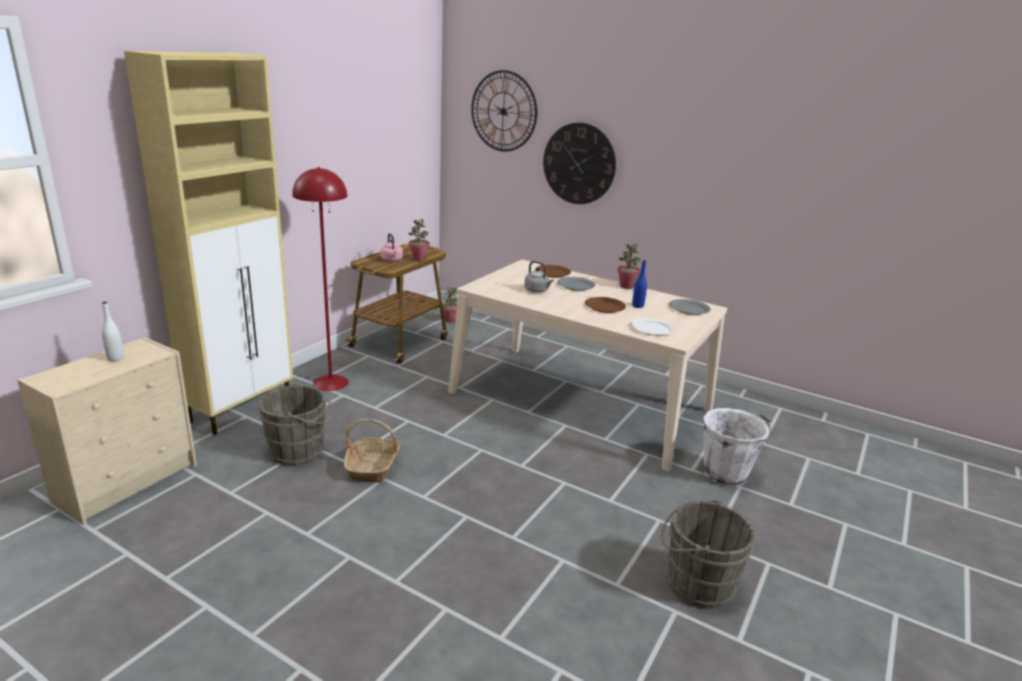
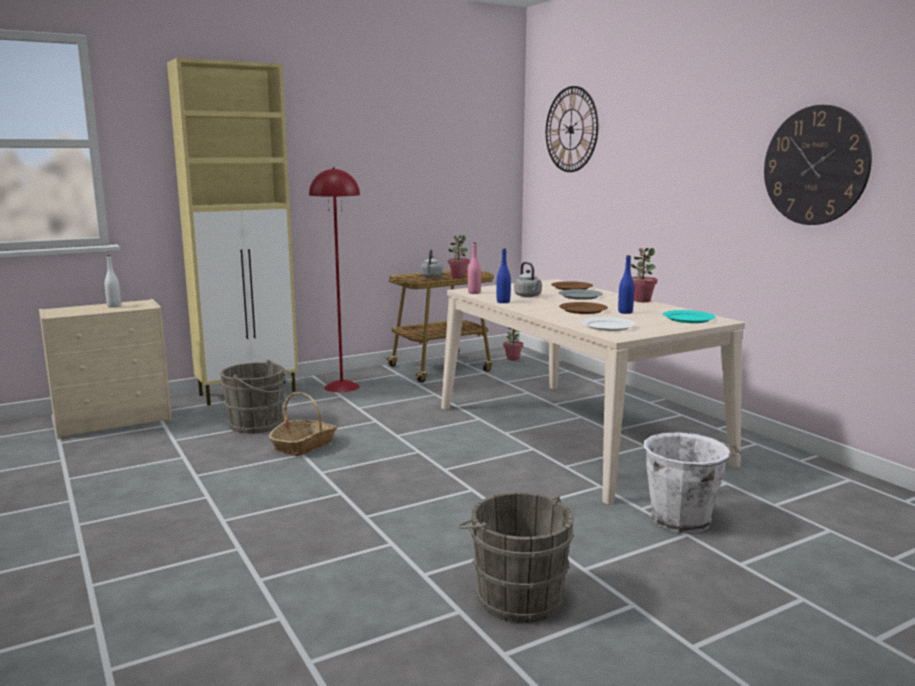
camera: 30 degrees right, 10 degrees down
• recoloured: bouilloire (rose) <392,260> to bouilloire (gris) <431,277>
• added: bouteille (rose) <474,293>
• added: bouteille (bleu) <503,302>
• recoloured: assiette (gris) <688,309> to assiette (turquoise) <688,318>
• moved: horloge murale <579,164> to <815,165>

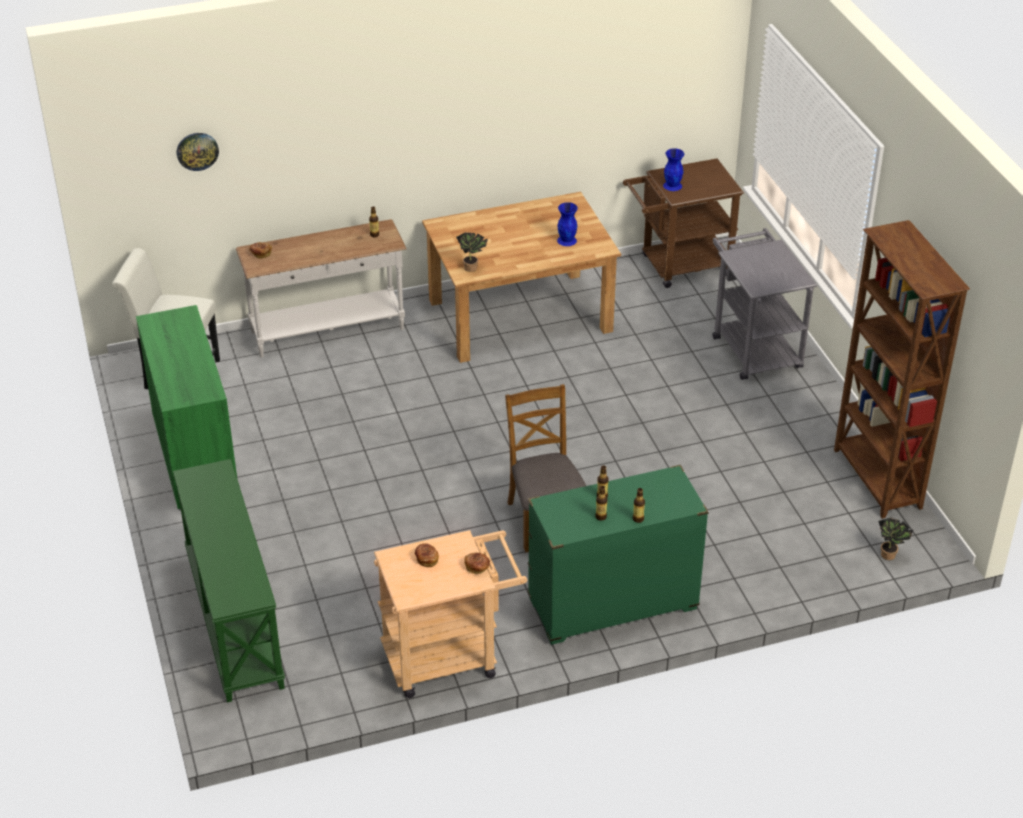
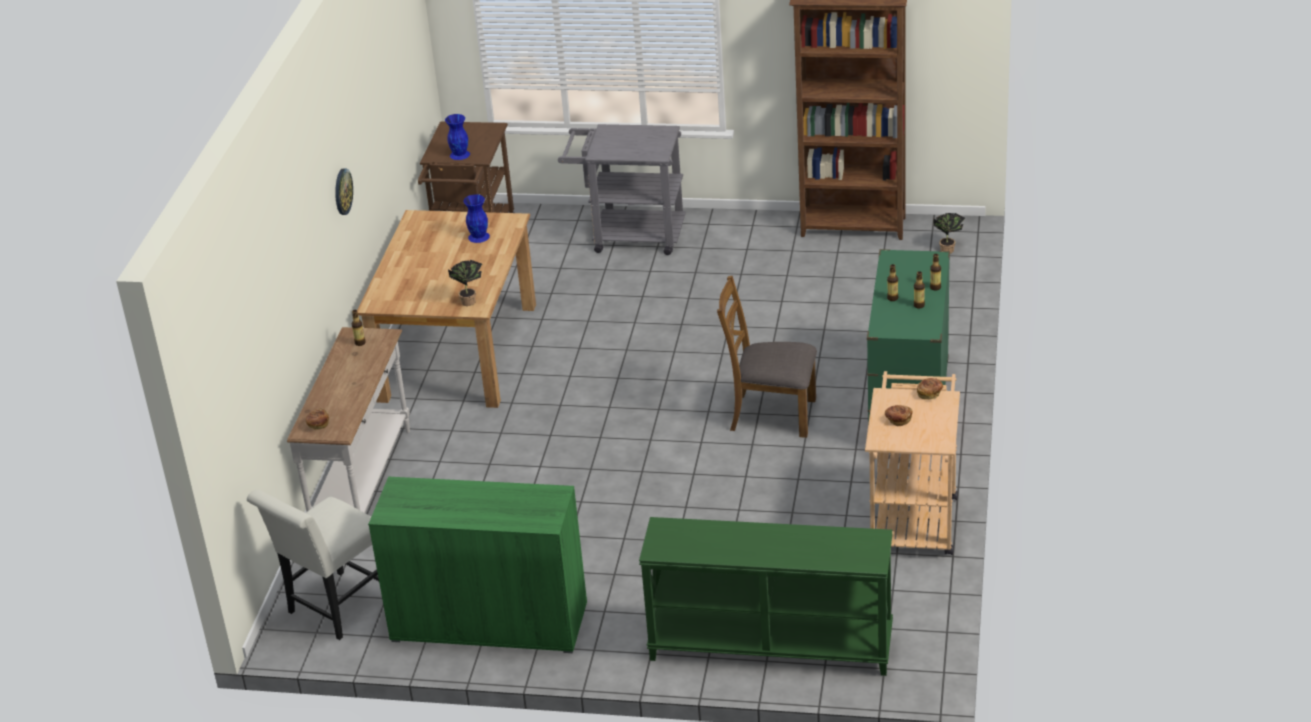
camera: 60 degrees left, 5 degrees down
• moved: horloge murale <197,151> to <342,191>

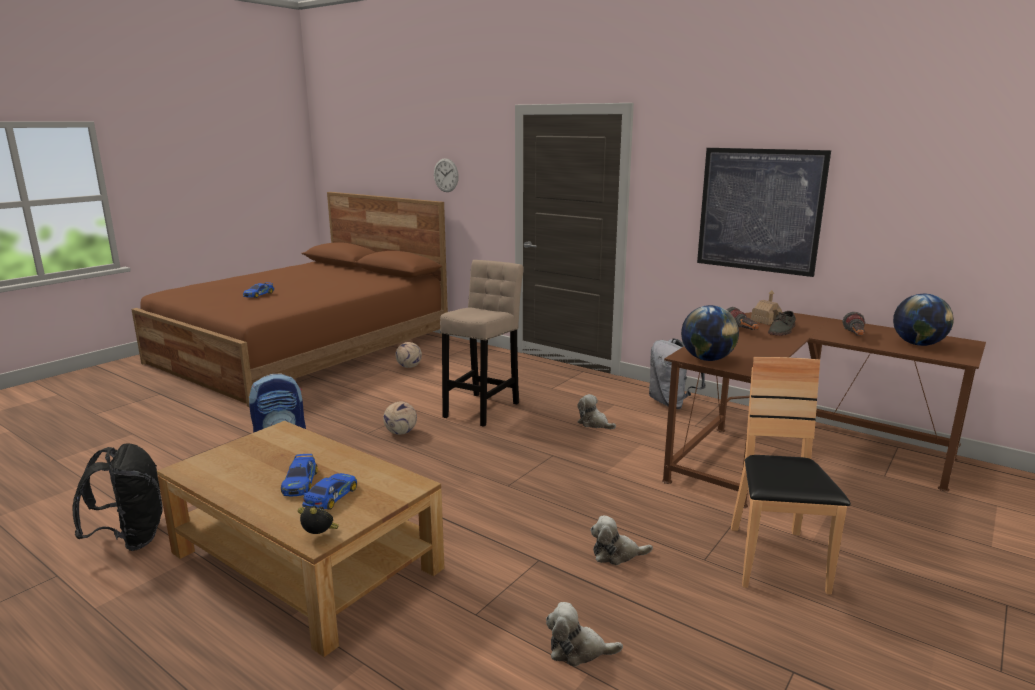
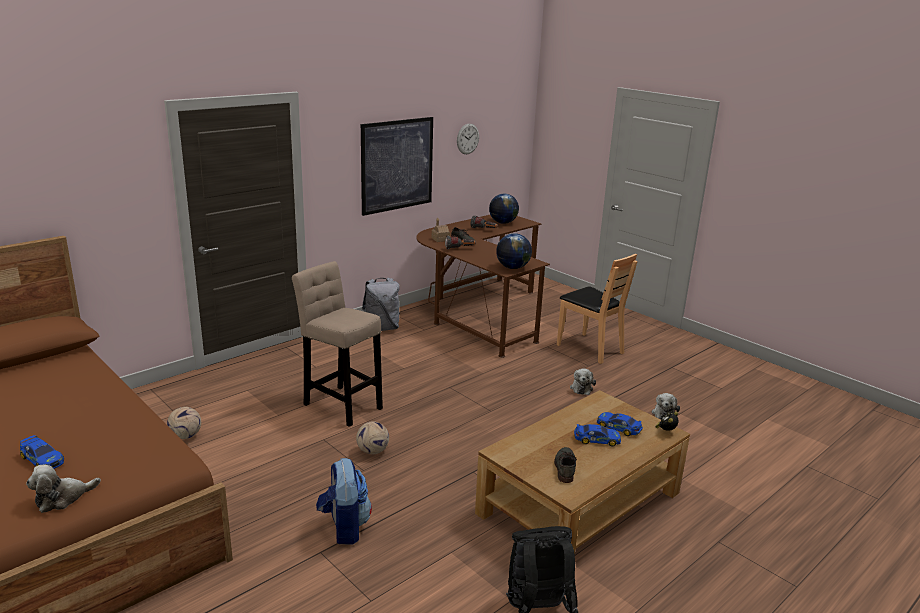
camera: 80 degrees left, 5 degrees up
• moved: peluche <594,423> to <62,498>
• moved: horloge murale <446,175> to <467,139>
• added: chaussure (gris) <564,467>
• turned: chaise (marron) <775,560> = <590,348> 150 degrees counterclockwise

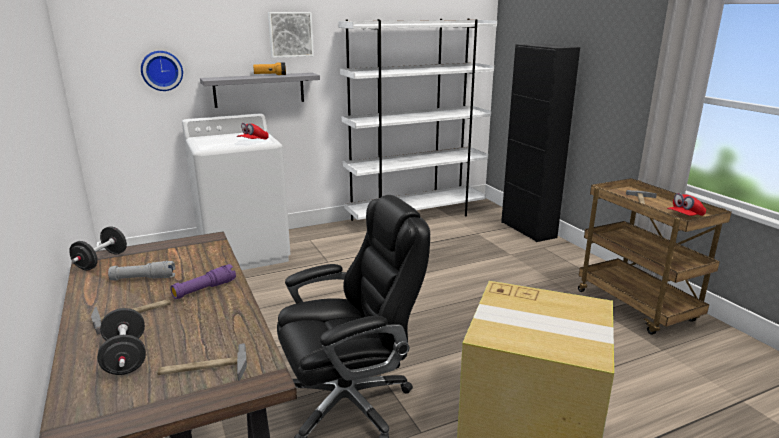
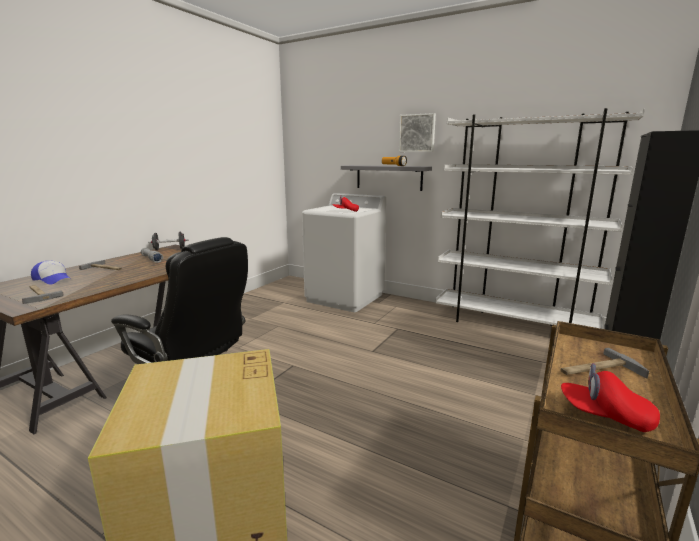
camera: 55 degrees right, 5 degrees down
• replaced: haltère (noir) <126,357> to casquette <53,279>
• removed: horloge murale <161,70>
• removed: lampe de poche (violet) <204,289>

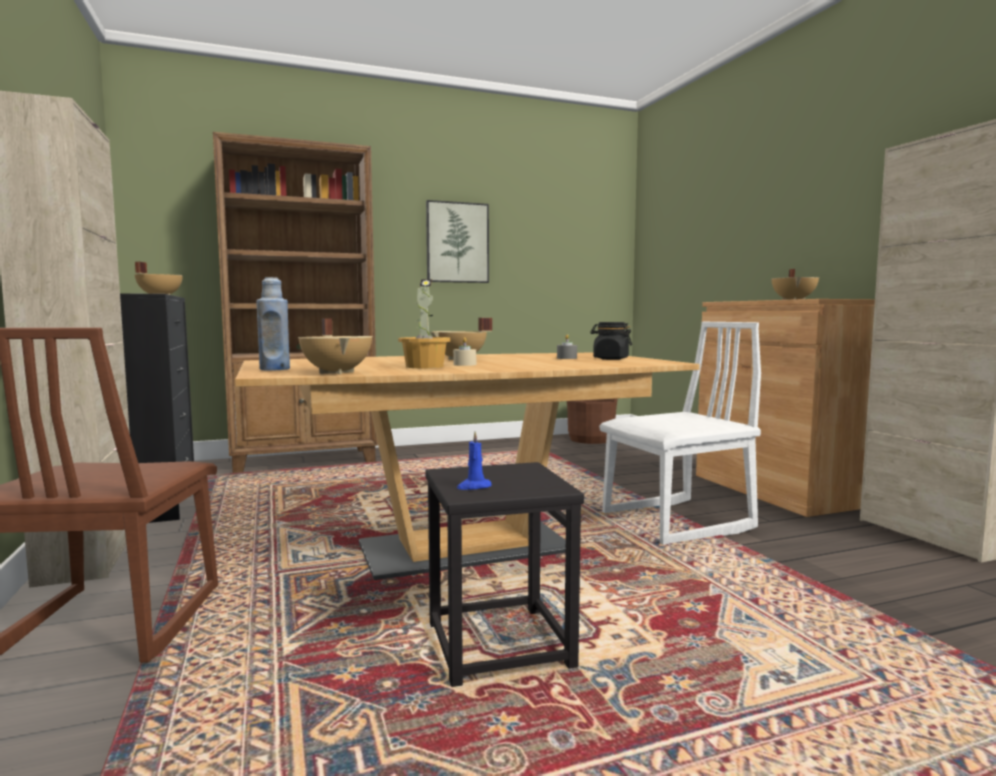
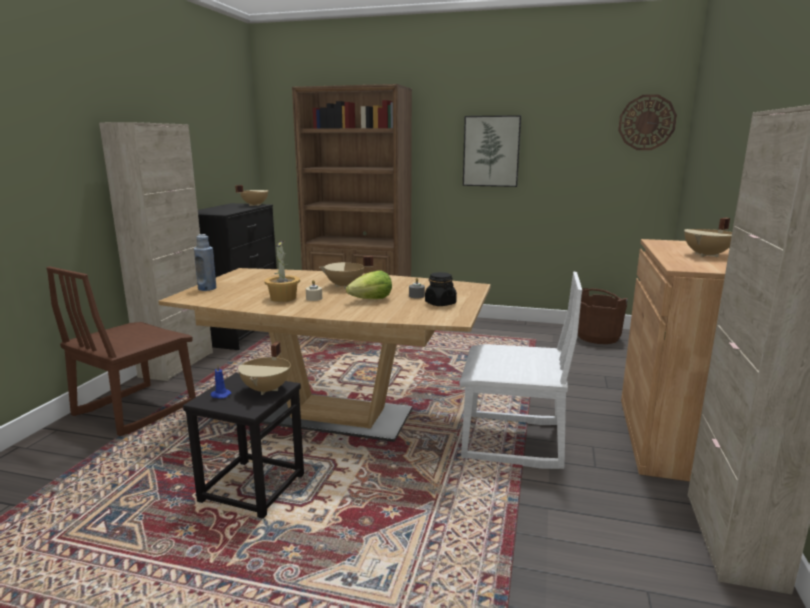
camera: 35 degrees right, 10 degrees up
• moved: marmite (beige) <338,372> to <267,389>
• added: laitue <372,300>
• added: horloge murale <646,122>

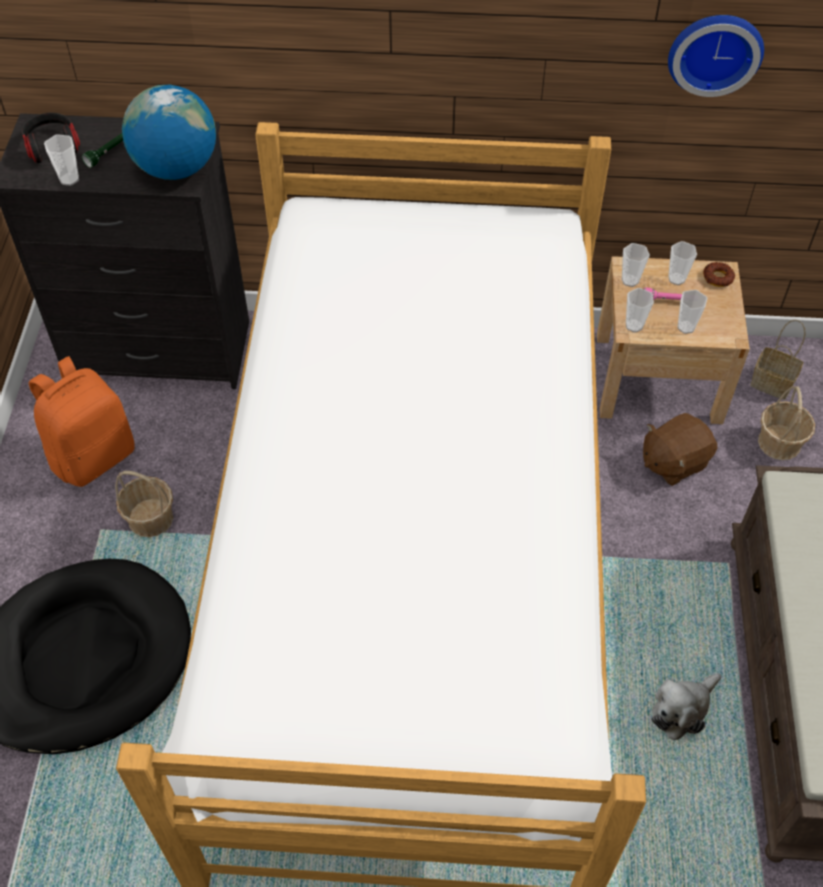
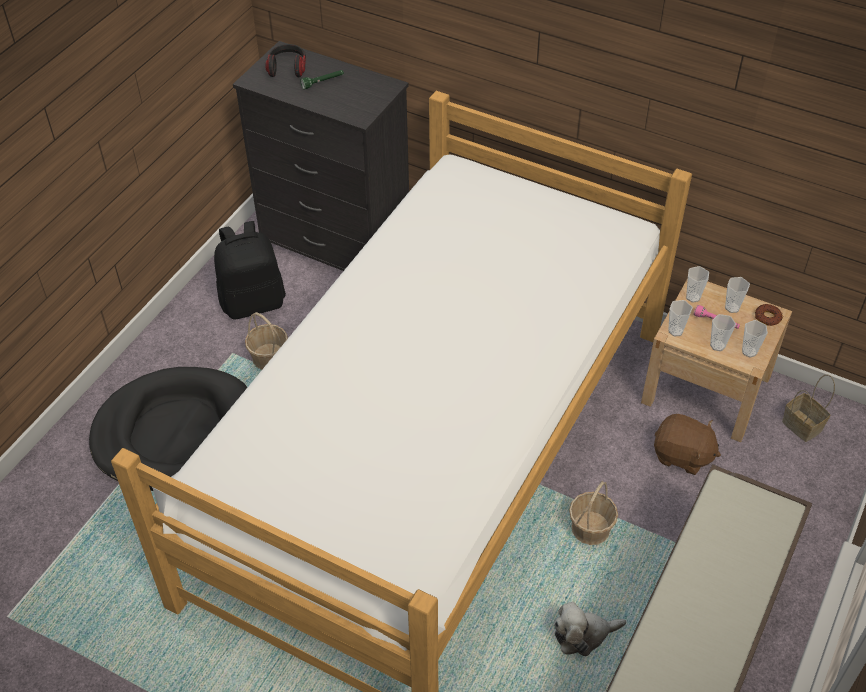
camera: 25 degrees right, 5 degrees down
• recoloured: sac à dos (orange) <93,455> to sac à dos (noir) <253,302>
• moved: panier <779,442> to <591,528>
• turned: peluche (marron) <673,461> = <682,456> 150 degrees counterclockwise
• moved: tasse <69,179> to <749,352>
• removed: globe <176,168>
• removed: horloge murale <714,51>

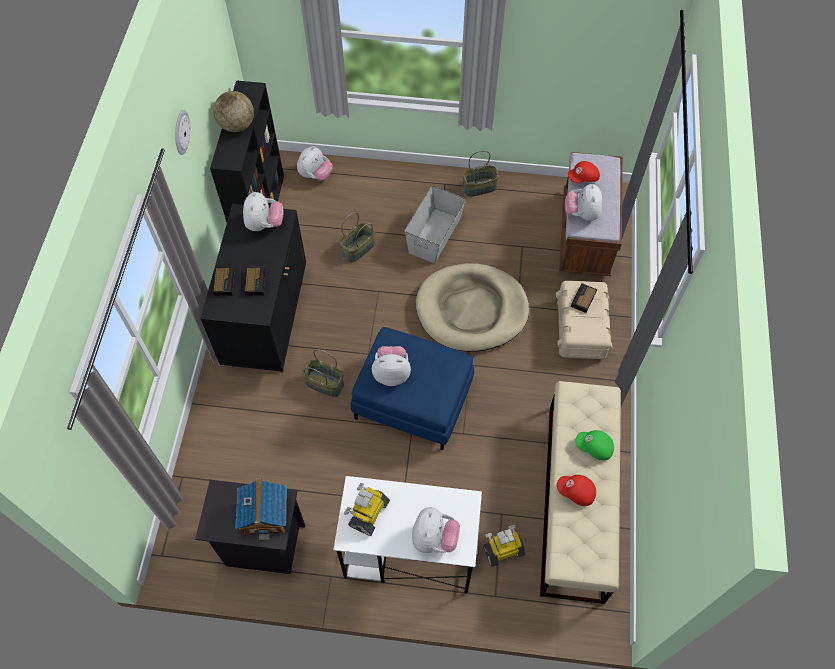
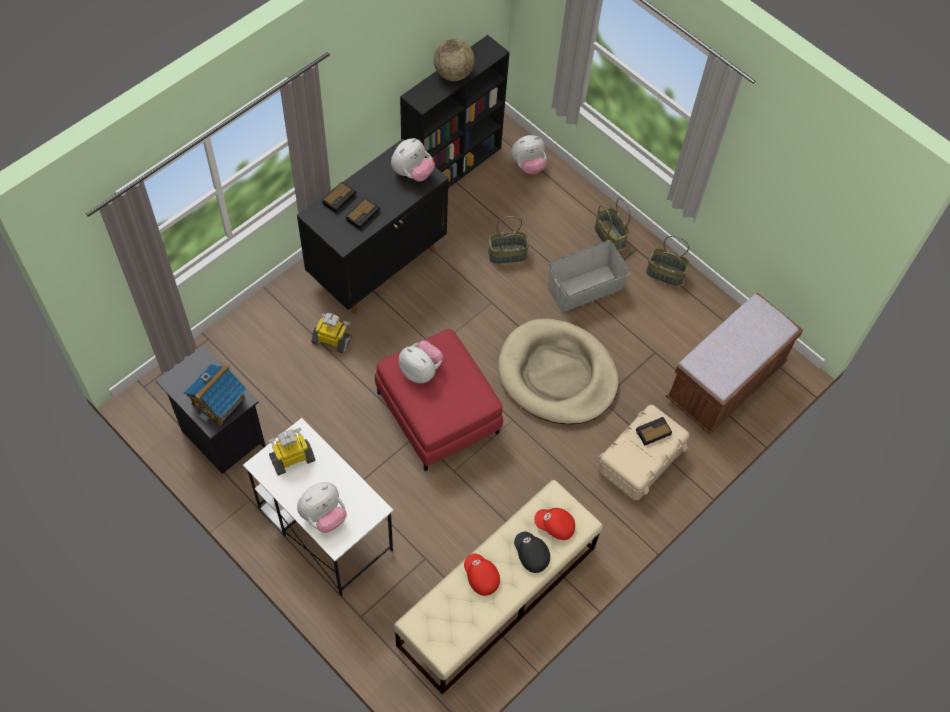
camera: 35 degrees right, 0 degrees up
• moved: robot jouet <503,550> to <332,340>
• recoloured: pouf (bleu) <412,400> to pouf (rouge) <437,413>
• recoloured: casquette (vert) <594,448> to casquette (noir) <530,555>
• moved: casquette (rouge) <583,178> to <555,526>
• moved: panier <325,383> to <610,236>
• removed: horloge murale <181,132>
• removed: peluche <581,214>

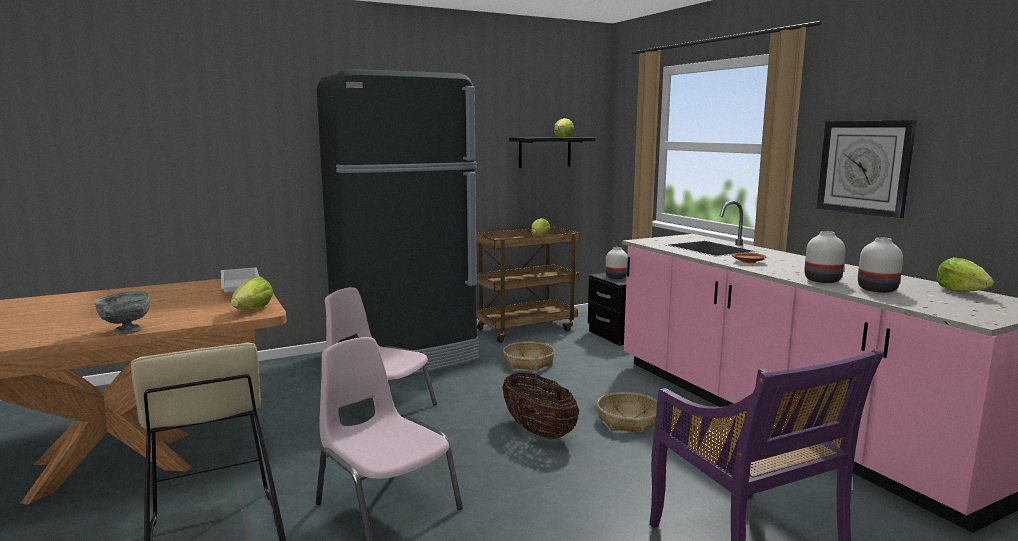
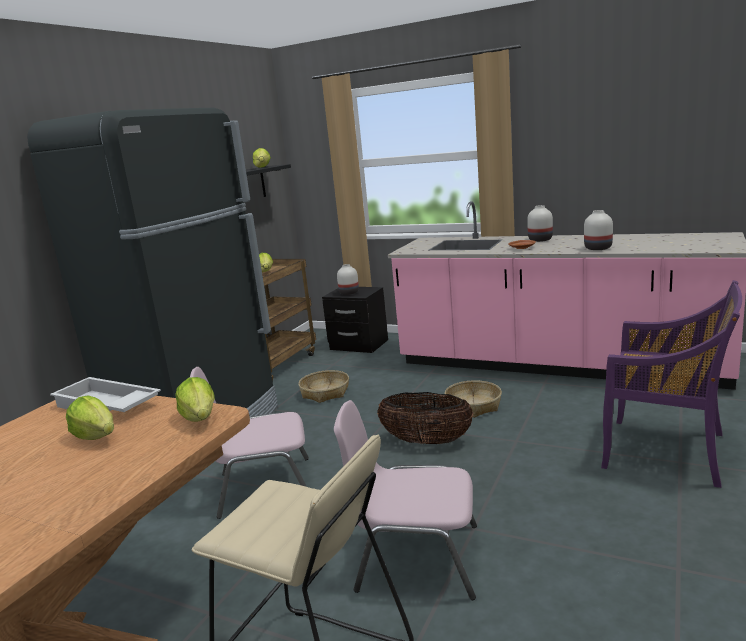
camera: 35 degrees left, 5 degrees up
• moved: laitue <961,291> to <96,436>
• moved: vase (blanc) <878,289> to <540,239>
• removed: bol (gris) <126,331>
• removed: horloge murale <864,167>

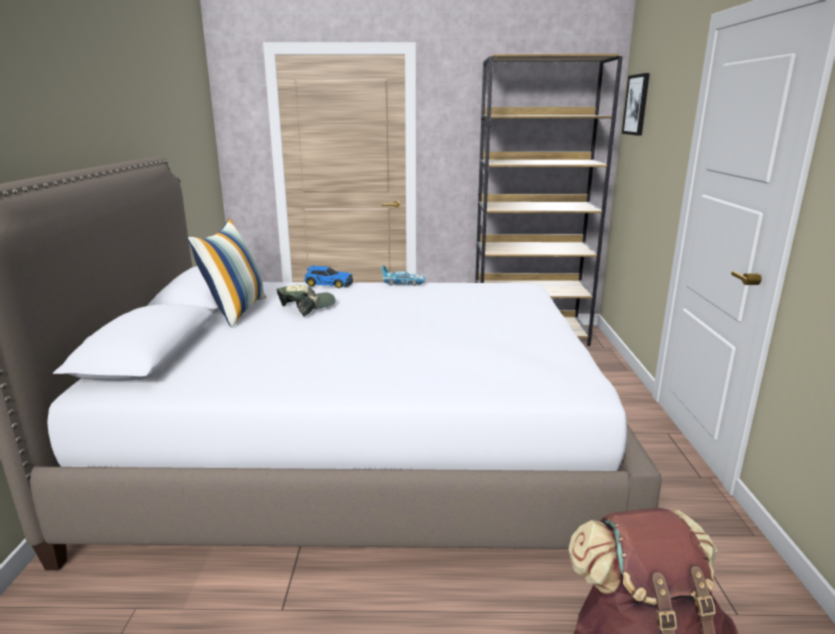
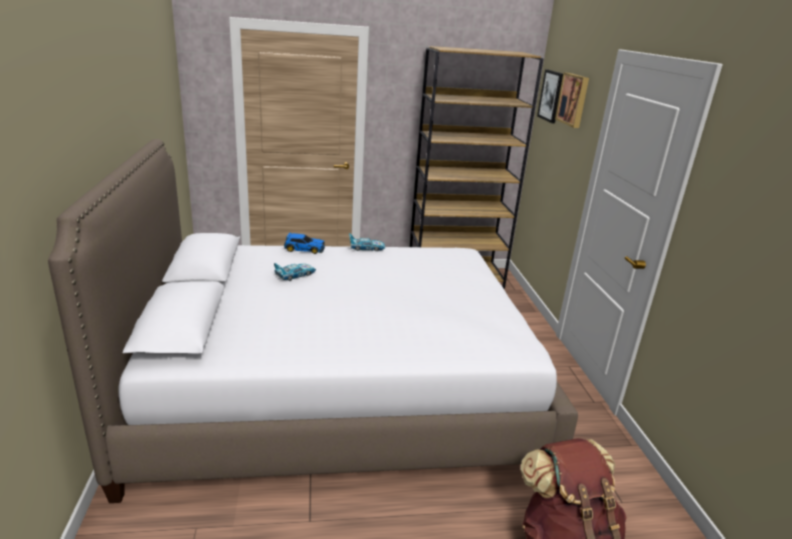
camera: 10 degrees left, 5 degrees up
• replaced: casquette <307,307> to petite voiture <295,275>
• added: tableau <573,99>
• removed: coussin <235,311>

